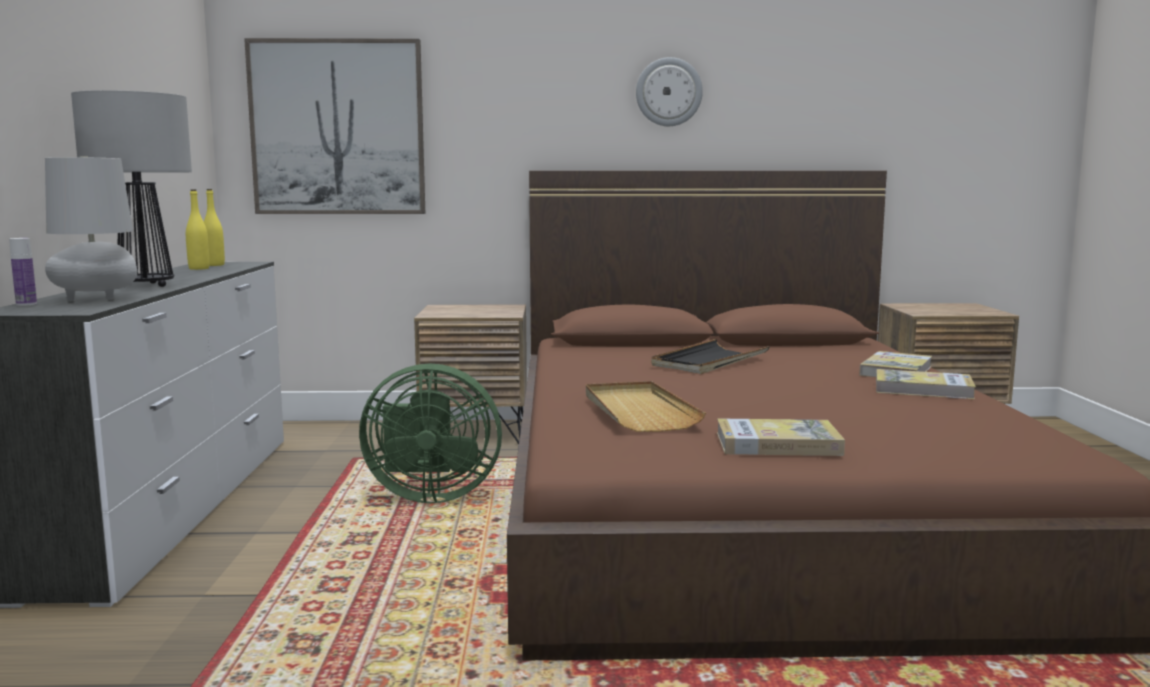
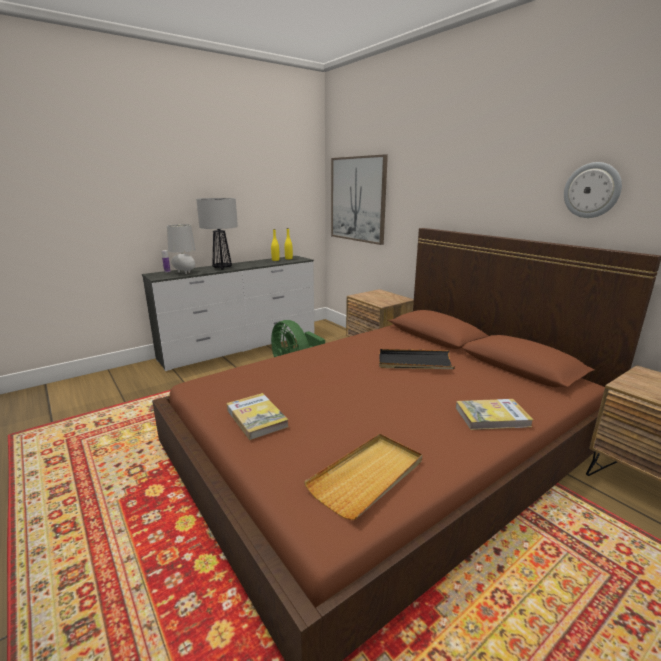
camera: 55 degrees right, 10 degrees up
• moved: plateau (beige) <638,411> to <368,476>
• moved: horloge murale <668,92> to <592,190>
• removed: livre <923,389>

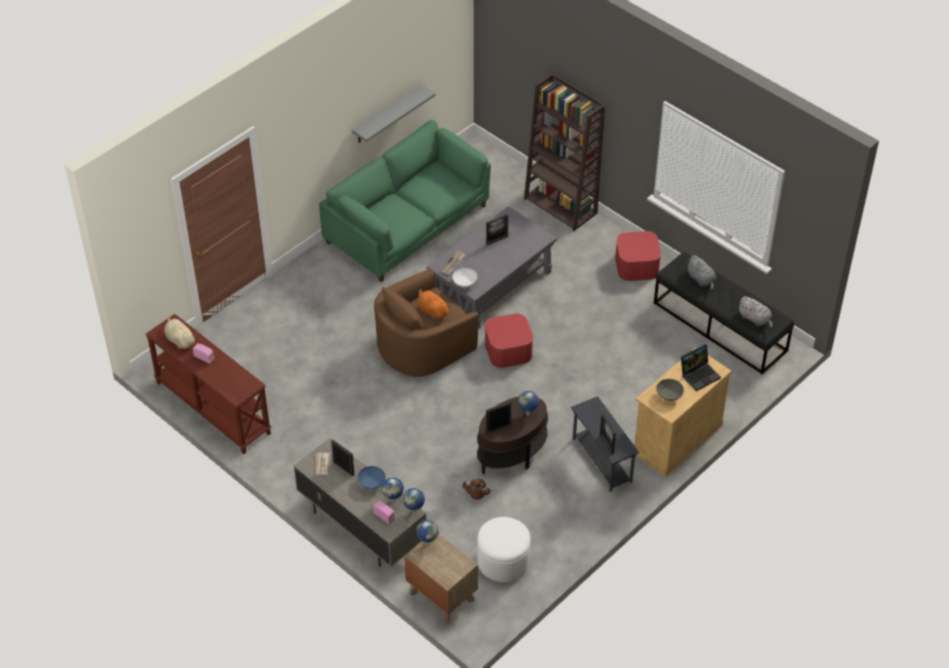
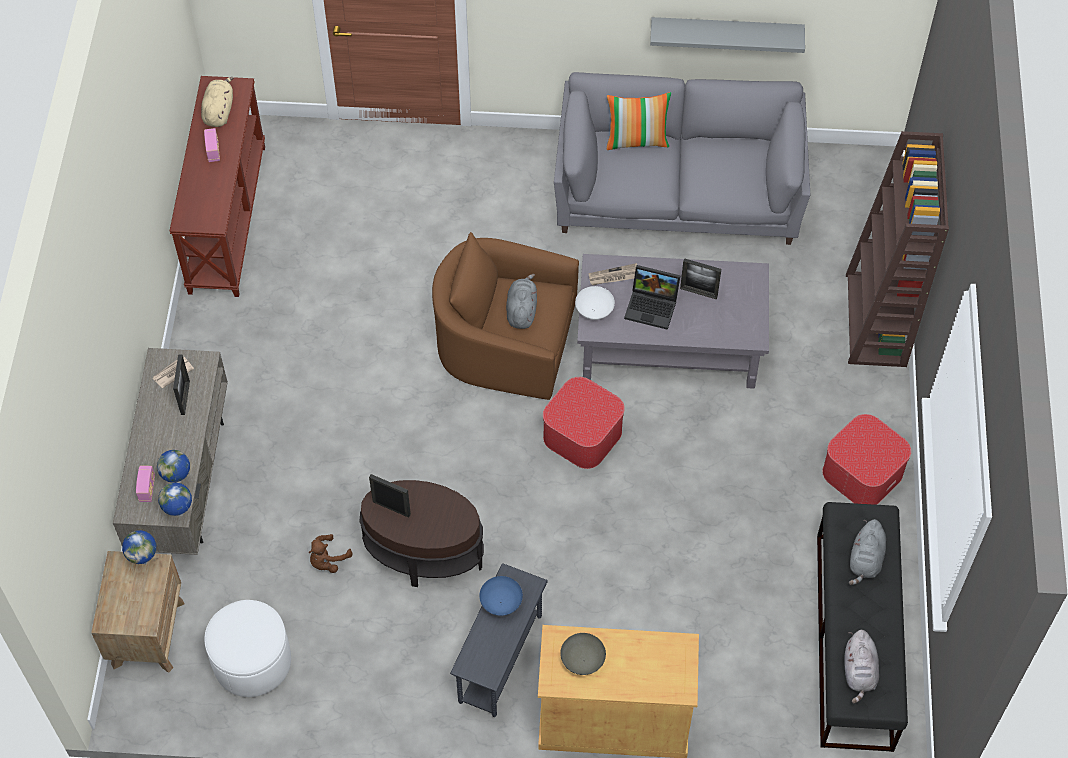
camera: 50 degrees right, 10 degrees up
• moved: bol (bleu) <371,483> to <500,602>
• recoloured: peluche (orange) <432,311> to peluche (gris) <521,310>
• recoloured: canapé (vert) <407,225> to canapé (gris) <677,191>
• added: coussin <637,140>
• moved: ordinateur portable <699,374> to <653,306>
• removed: globe <528,414>
• removed: cadre photo <606,444>

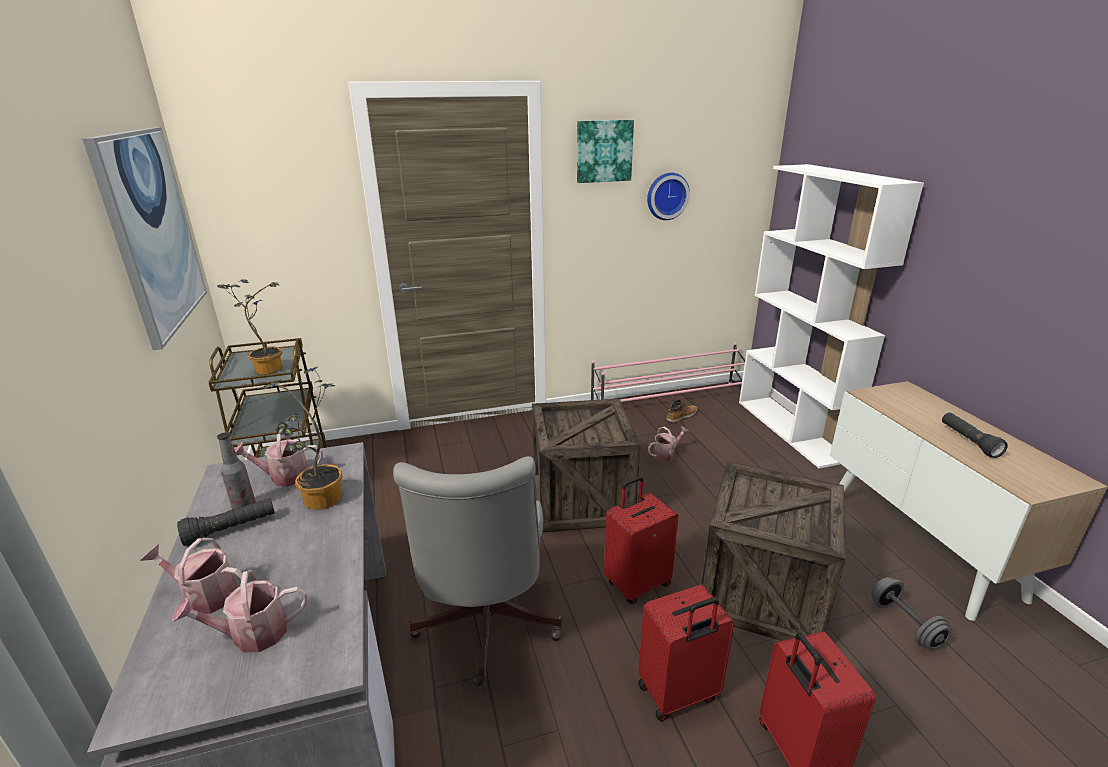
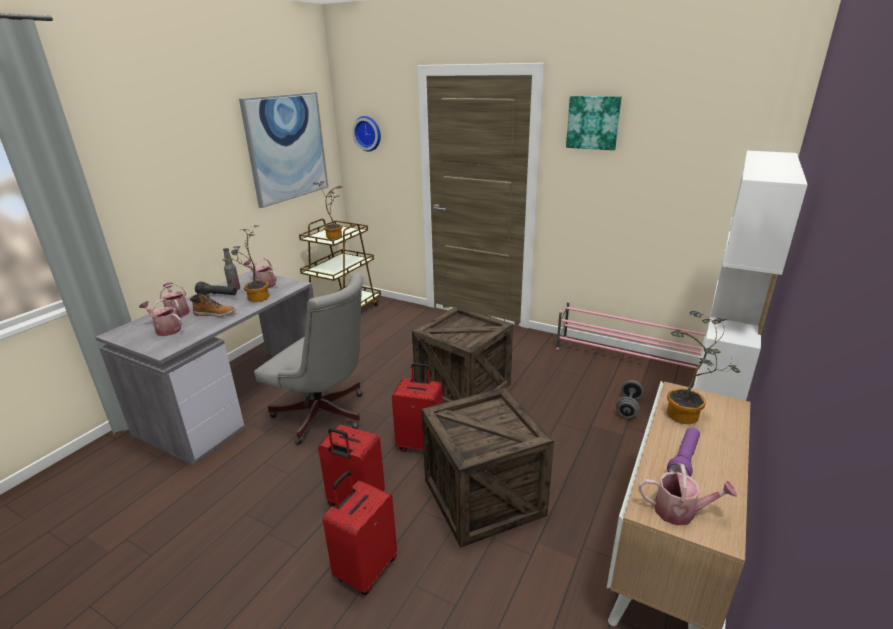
camera: 45 degrees right, 0 degrees up
• moved: botte <681,416> to <215,313>
• turned: chaise de bureau (gris) <485,628> = <325,416> 105 degrees counterclockwise
• moved: horloge murale <666,196> to <368,133>
• moved: haltère (gris) <905,624> to <628,407>
• moved: arrosoir <666,454> to <680,511>
• added: plante en pot <686,418>
• recoloured: lampe de poche (noir) <968,441> to lampe de poche (violet) <684,460>

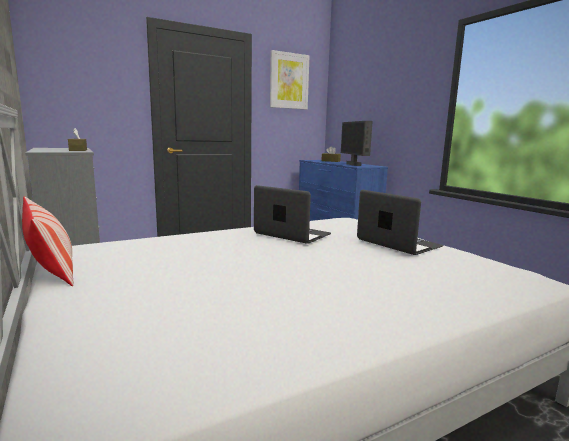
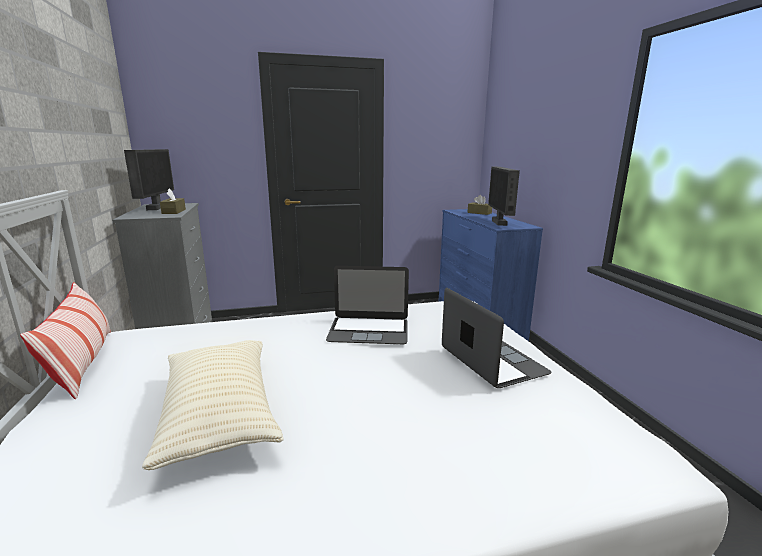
camera: 15 degrees right, 5 degrees up
• added: écran d'ordinateur <156,208>
• added: coussin (beige) <220,415>
• turned: ordinateur portable <292,234> = <369,330> 135 degrees clockwise
• removed: tableau <289,81>

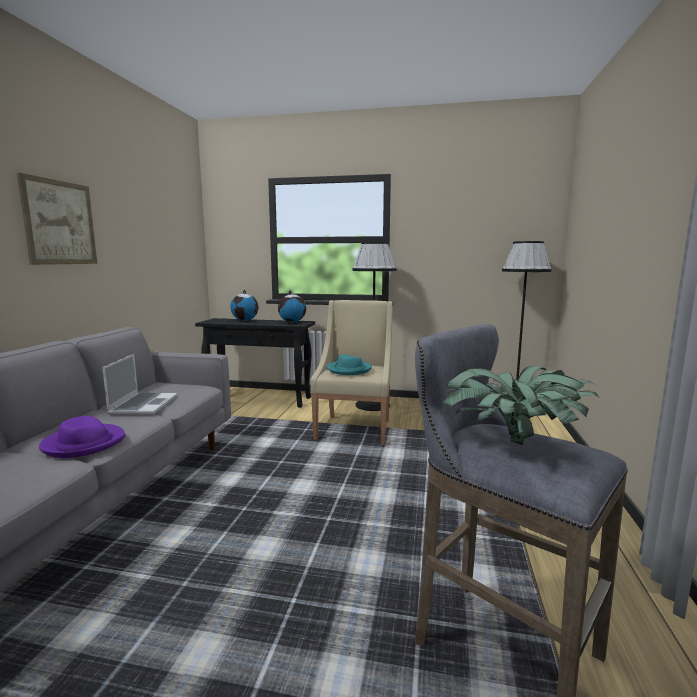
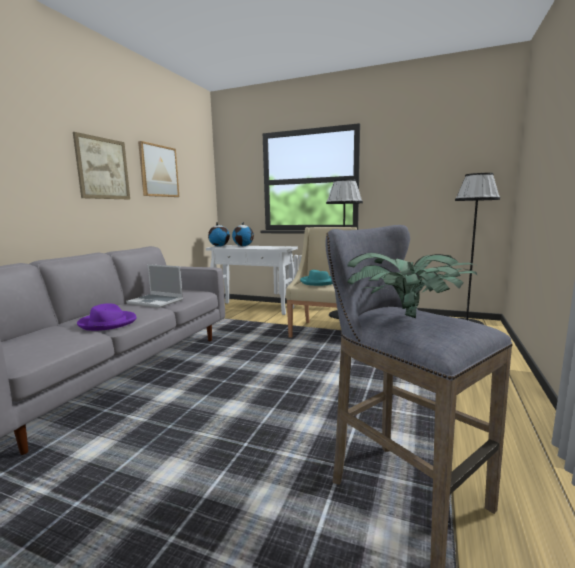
camera: 10 degrees right, 0 degrees up
• turned: ordinateur portable <143,405> = <156,302> 105 degrees clockwise
• added: tableau <158,171>
• recoloured: table console (noir) <260,399> to table console (blanc) <254,308>
• moved: globe <292,322> to <219,246>

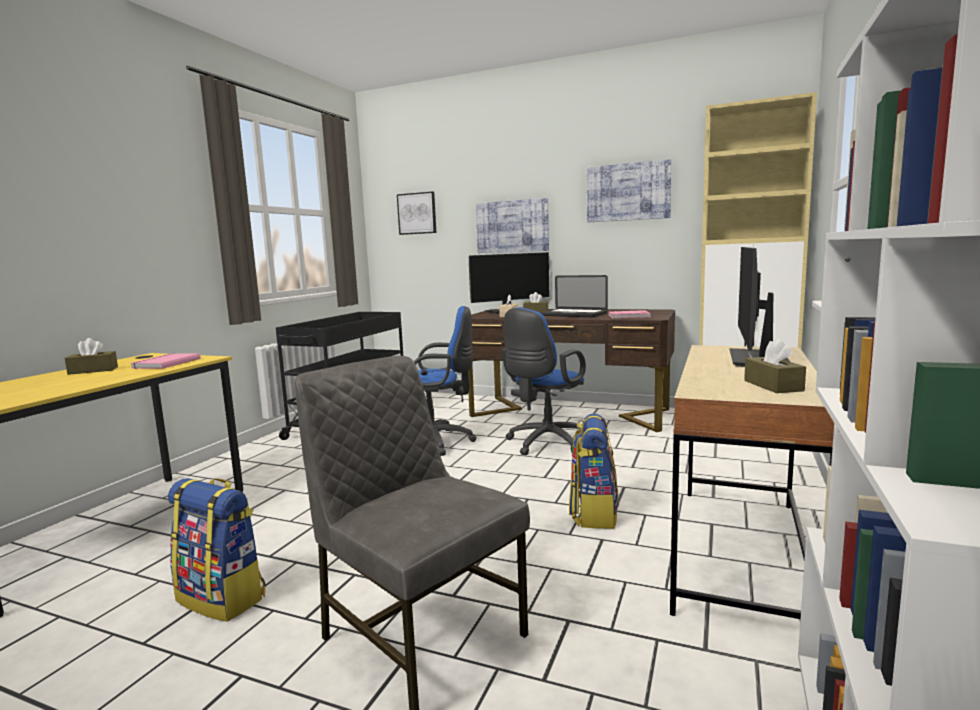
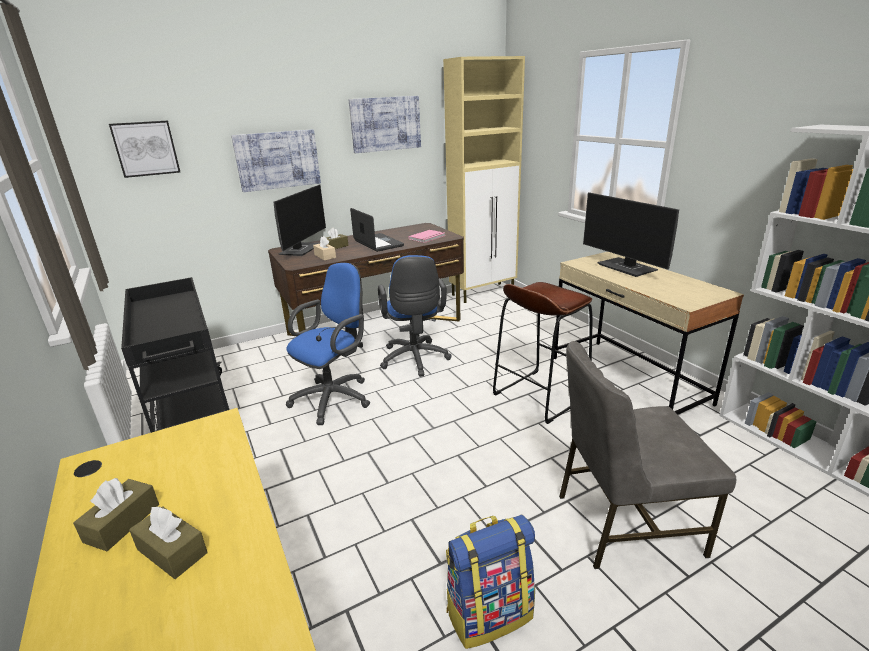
camera: 50 degrees left, 15 degrees up
• moved: boîte à mouchoirs (marron) <773,385> to <172,551>
• turned: ordinateur portable <574,314> = <378,243> 105 degrees counterclockwise
• replaced: sac à dos <593,513> to tabouret (marron) <540,395>
• removed: livre (rose) <165,363>

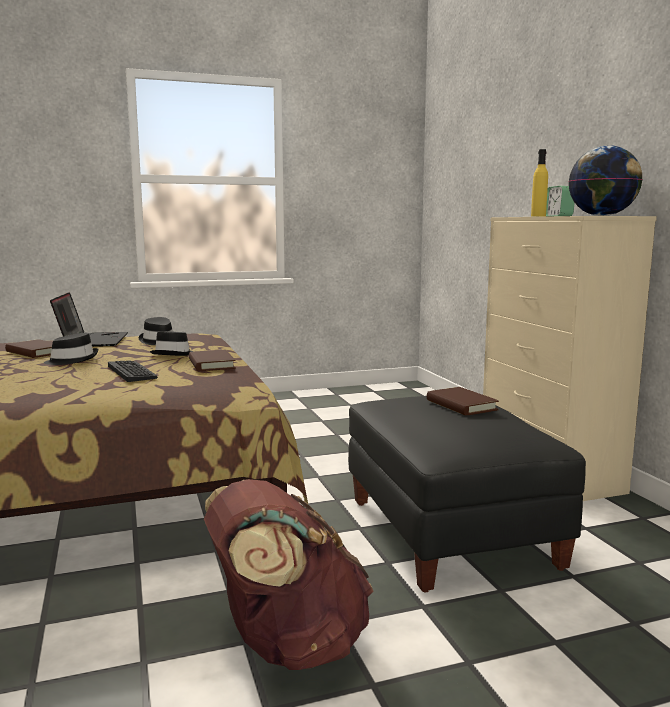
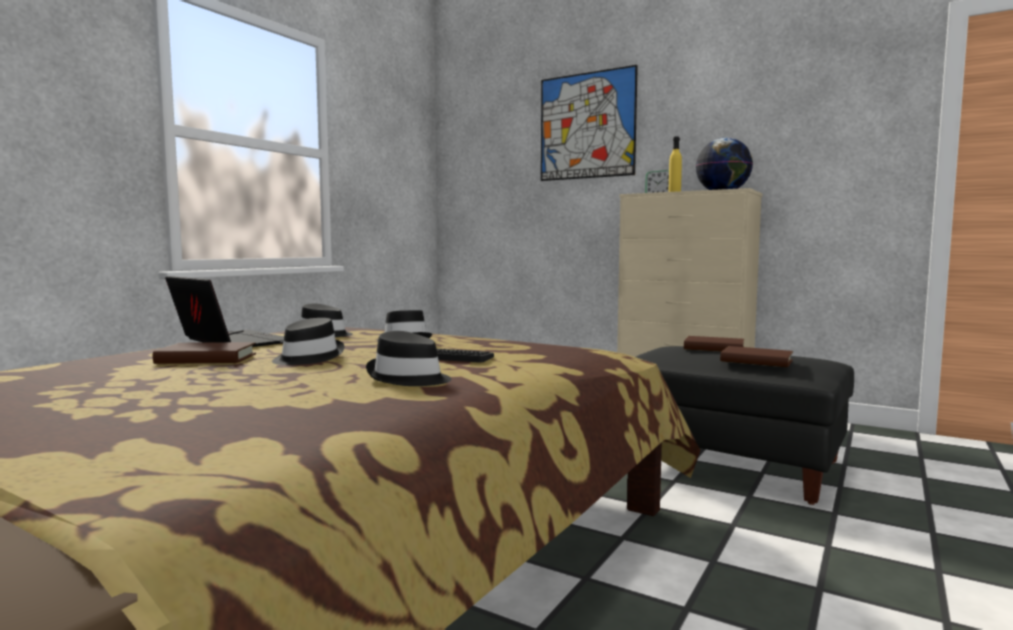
camera: 40 degrees left, 5 degrees down
• added: chapeau (noir) <408,378>
• added: tableau <587,126>
• moved: livre (marron) <211,364> to <756,361>
• removed: sac à dos (marron) <287,644>

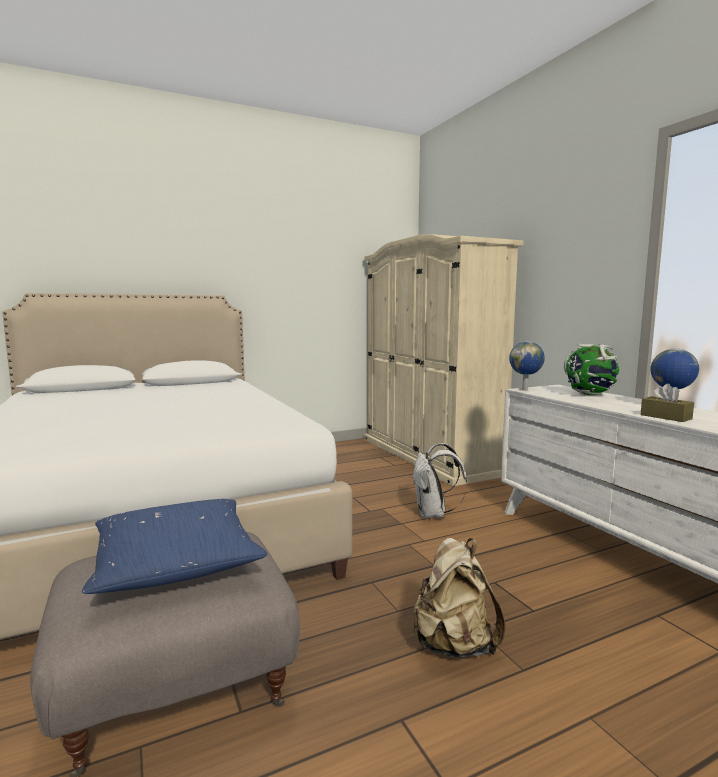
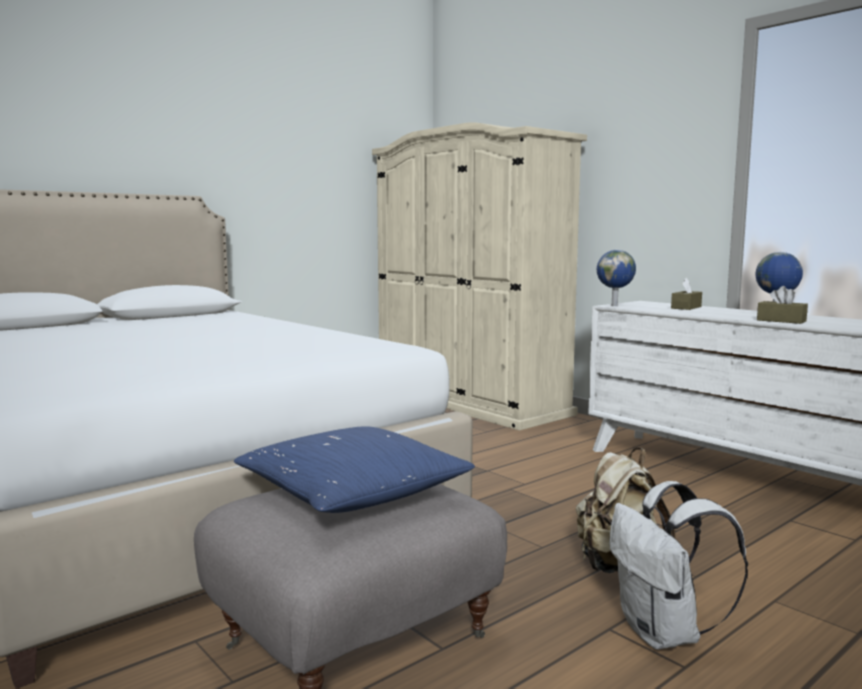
camera: 15 degrees left, 0 degrees up
• moved: sac à dos (blanc) <433,514> to <664,634>
• replaced: globe <589,395> to boîte à mouchoirs (marron) <686,307>

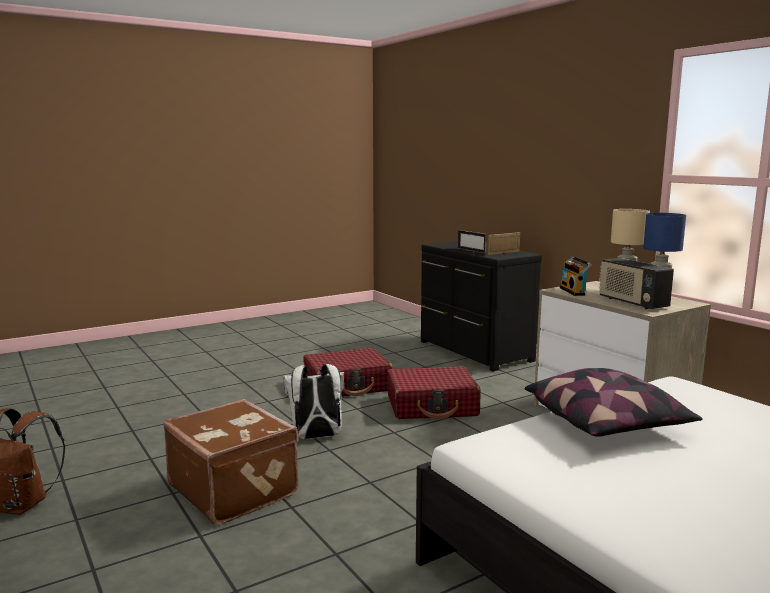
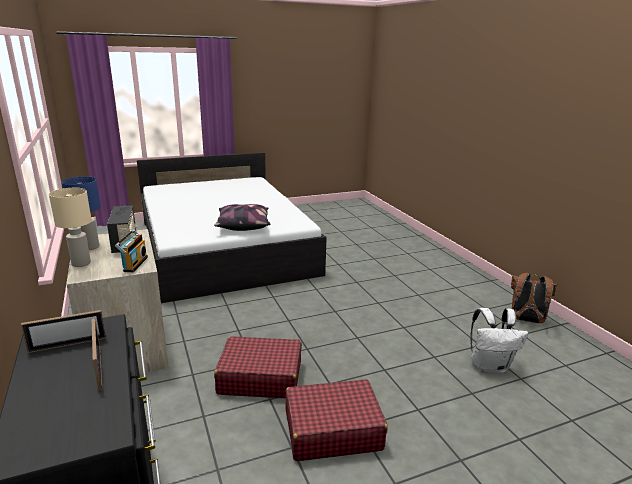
camera: 170 degrees left, 10 degrees up
• moved: sac à dos (blanc) <316,437> to <490,366>
• removed: valise (marron) <234,489>

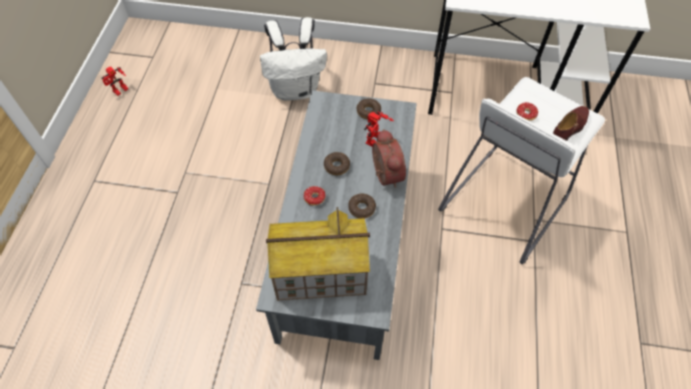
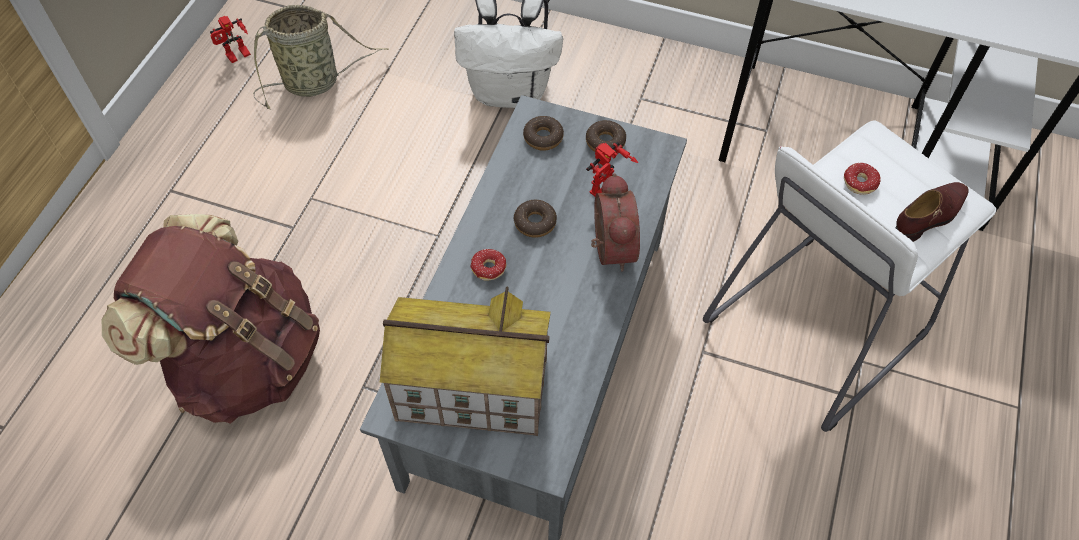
camera: 10 degrees right, 0 degrees up
• added: sac à dos (marron) <244,359>
• added: panier <315,82>
• moved: beignet <362,208> to <543,137>

